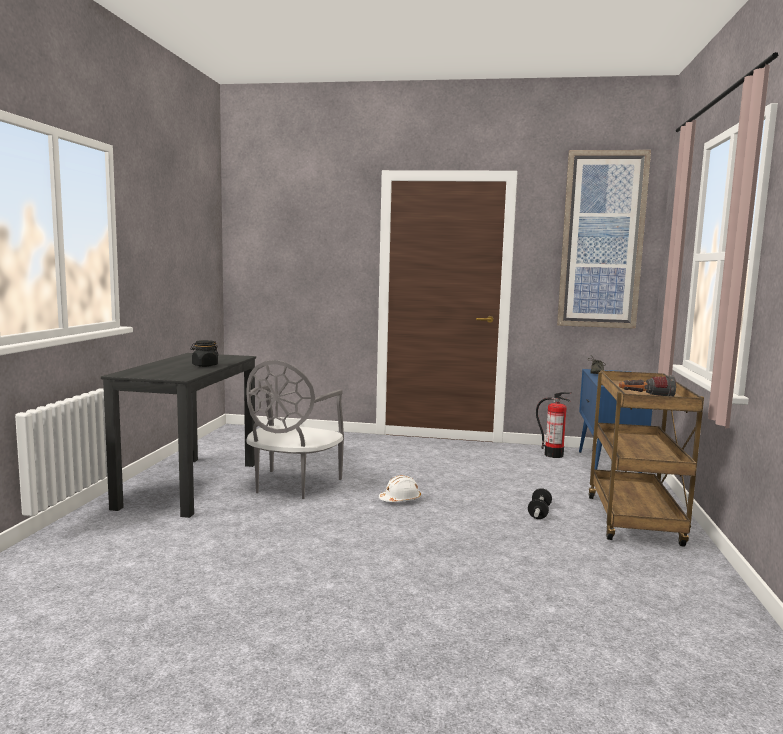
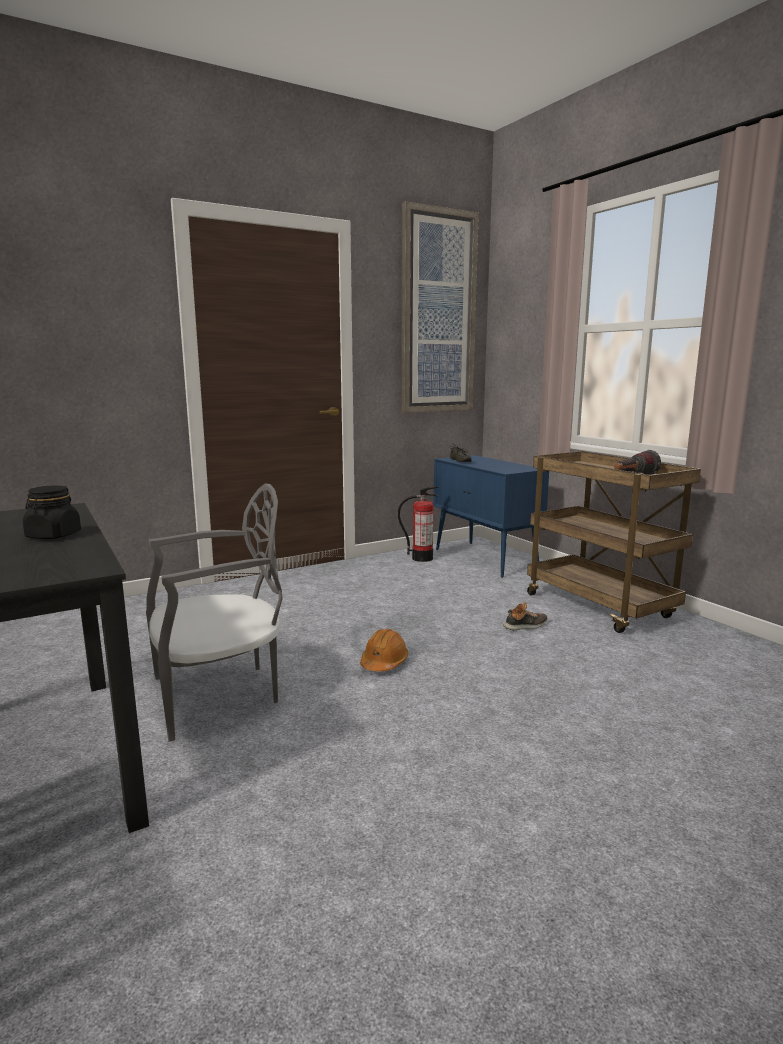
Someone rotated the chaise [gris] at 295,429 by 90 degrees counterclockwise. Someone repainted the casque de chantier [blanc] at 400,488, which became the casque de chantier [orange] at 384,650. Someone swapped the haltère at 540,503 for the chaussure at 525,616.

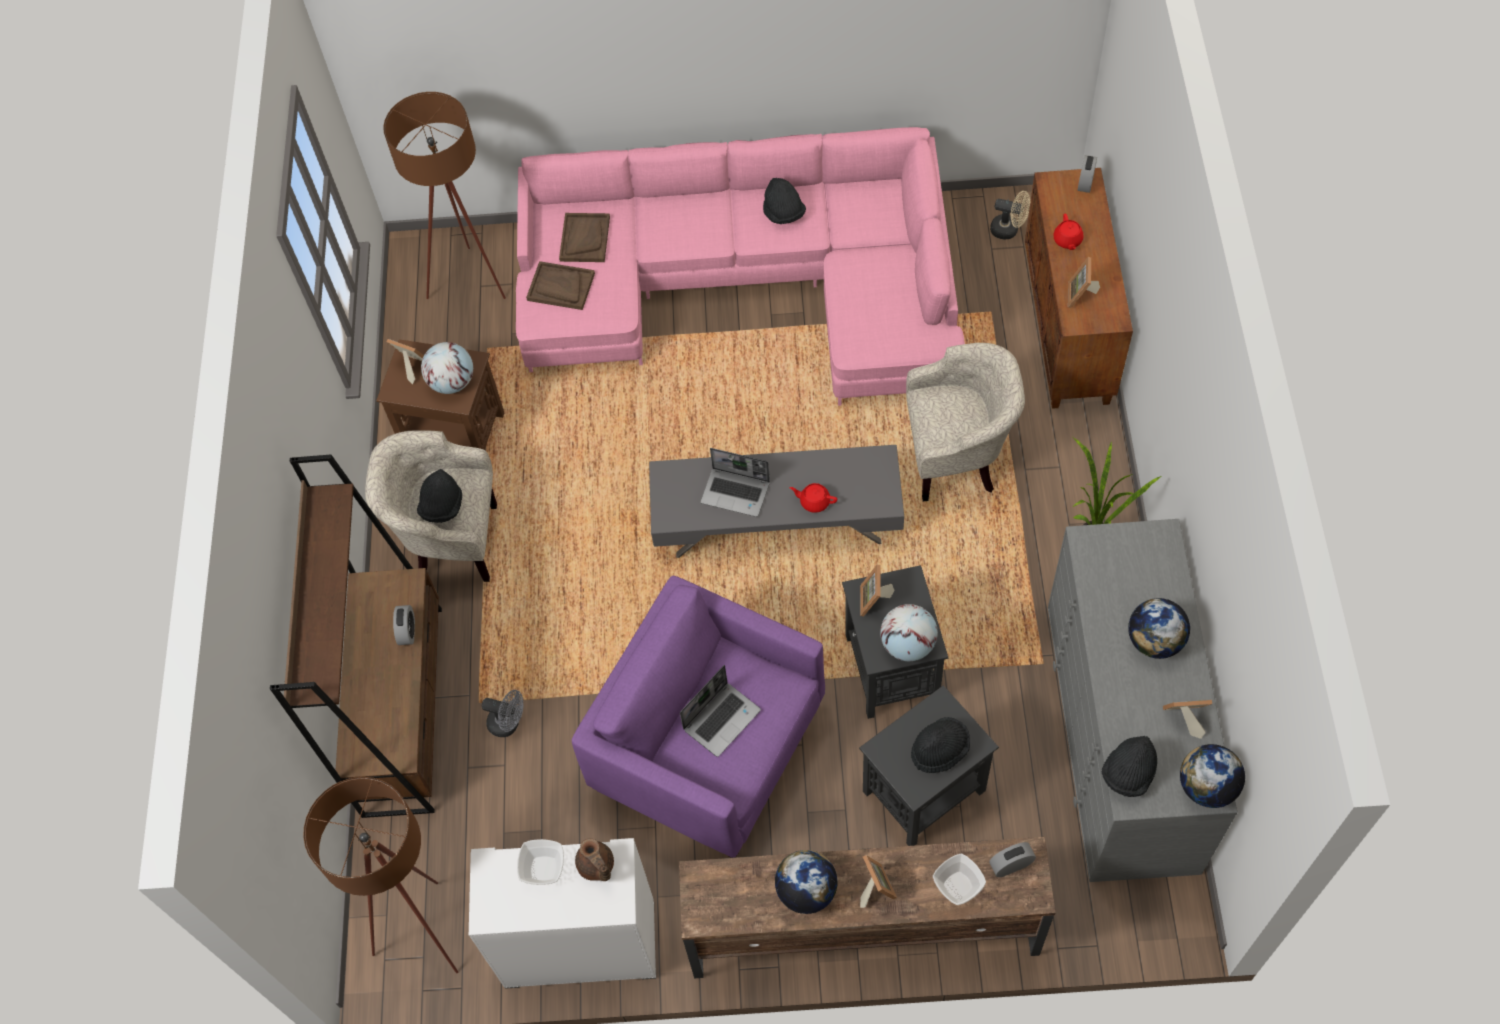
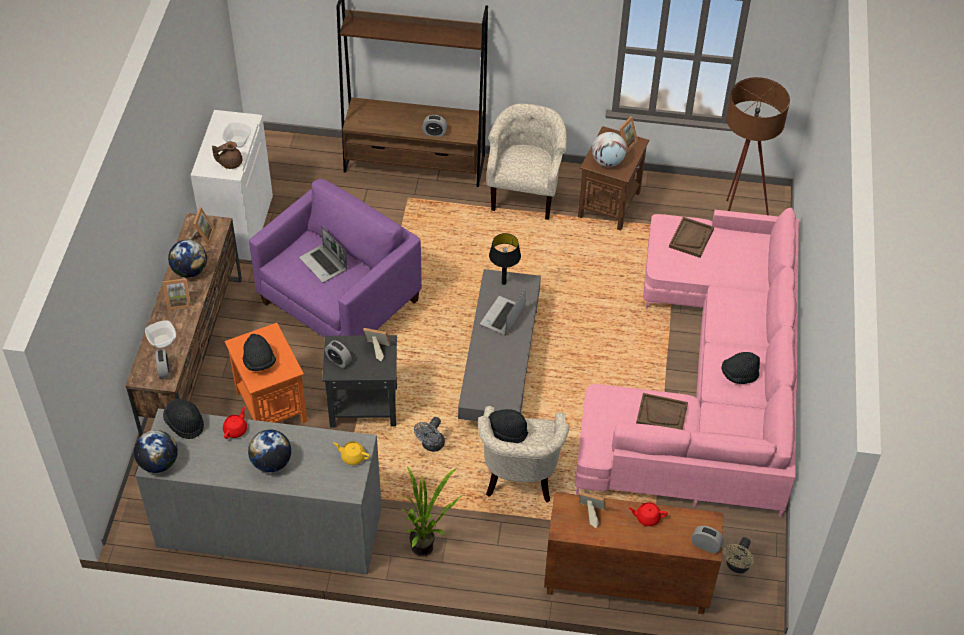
Someone carried the plateau [marron] from 584,237 to 662,411. Someone carried the chapeau [noir] from 439,496 to 508,426. Someone carried the théière [rouge] from 813,498 to 235,423. Someone swapped the globe at 909,632 for the réveil at 338,354. Someone repainted the table d'appoint [noir] at 929,765, which became the table d'appoint [orange] at 265,373. Someone carried the ventilateur [gris] from 503,713 to 429,434. Someone carried the cadre photo from 1187,719 to 202,226. Someone took away the lampadaire [marron] at 380,875. Someone put down the lampe de table [noir] at 505,259. Someone put down the théière [jaune] at 351,453.

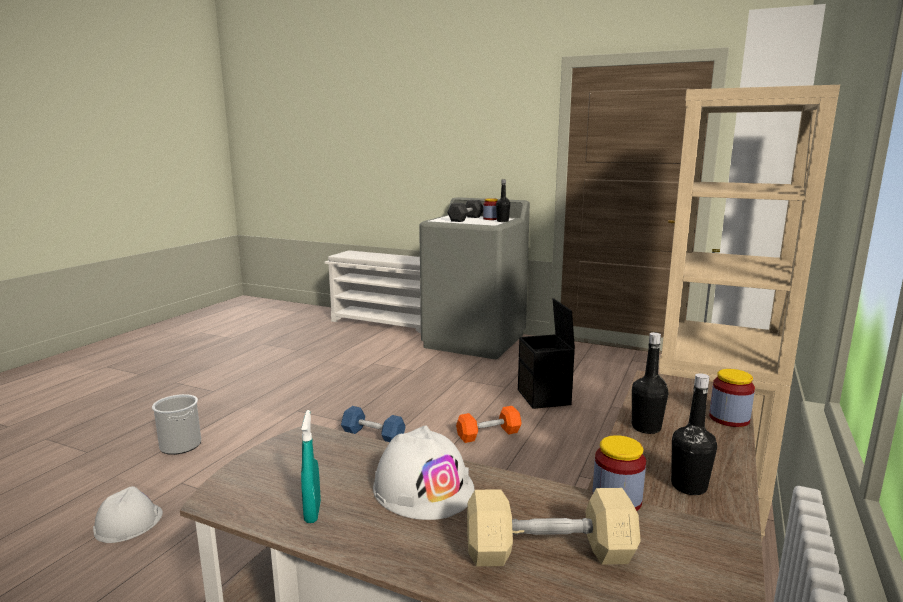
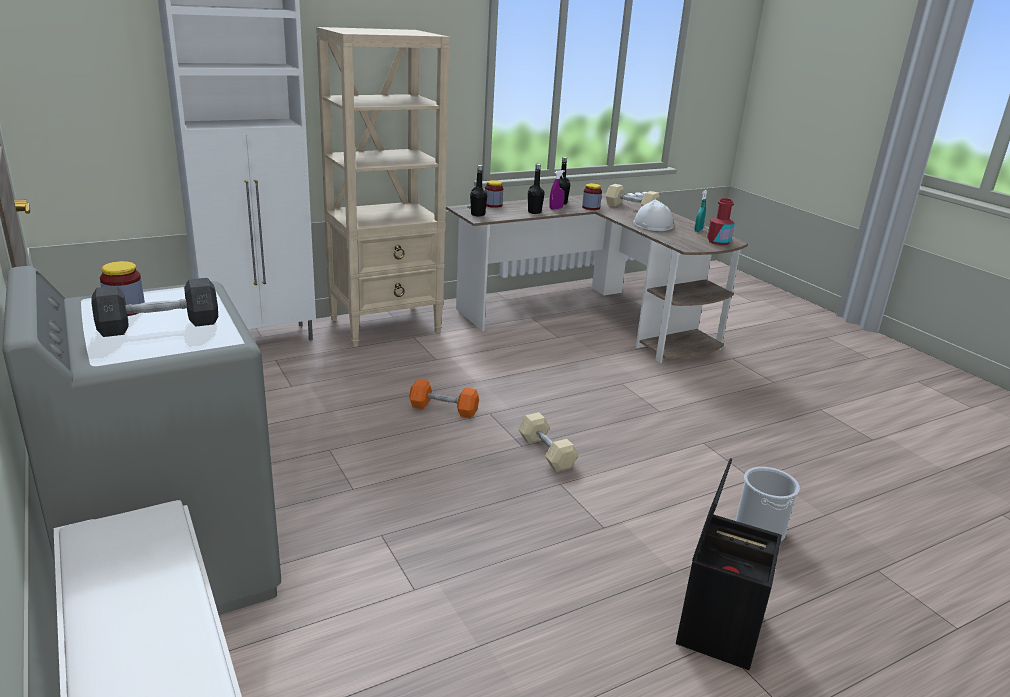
Someone carried the bouteille [noir] from 503,200 to 478,191. Someone carried the boîte de rangement [noir] from 546,353 to 729,564. Someone repainted the haltère [bleu] at 373,424, which became the haltère [beige] at 548,442. Someone took away the casque de chantier [blanc] at 128,514. Someone put down the vaporisateur [violet] at 557,190. Someone put down the bouteille [rouge] at 721,221.

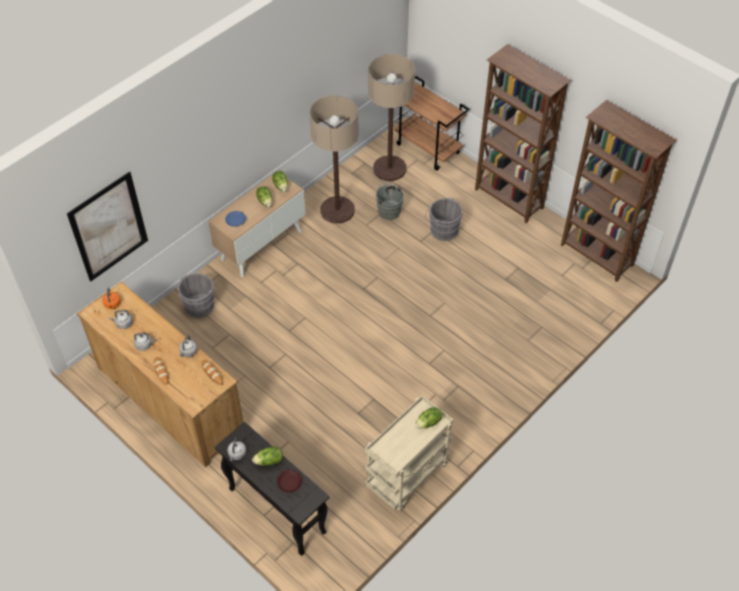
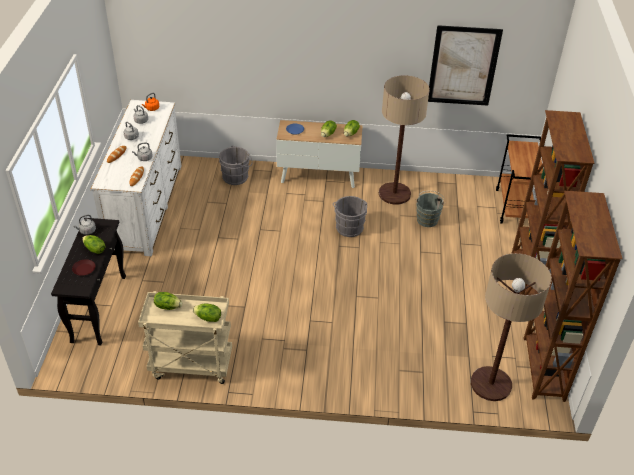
Someone carried the lampadaire from 391,117 to 511,327. Someone carried the tableau from 107,226 to 465,65. Someone carried the seau [gris] from 444,219 to 350,216. Someone repainted the commode [marron] at 160,374, which became the commode [blanc] at 136,178. Someone put down the laitue at 168,301.

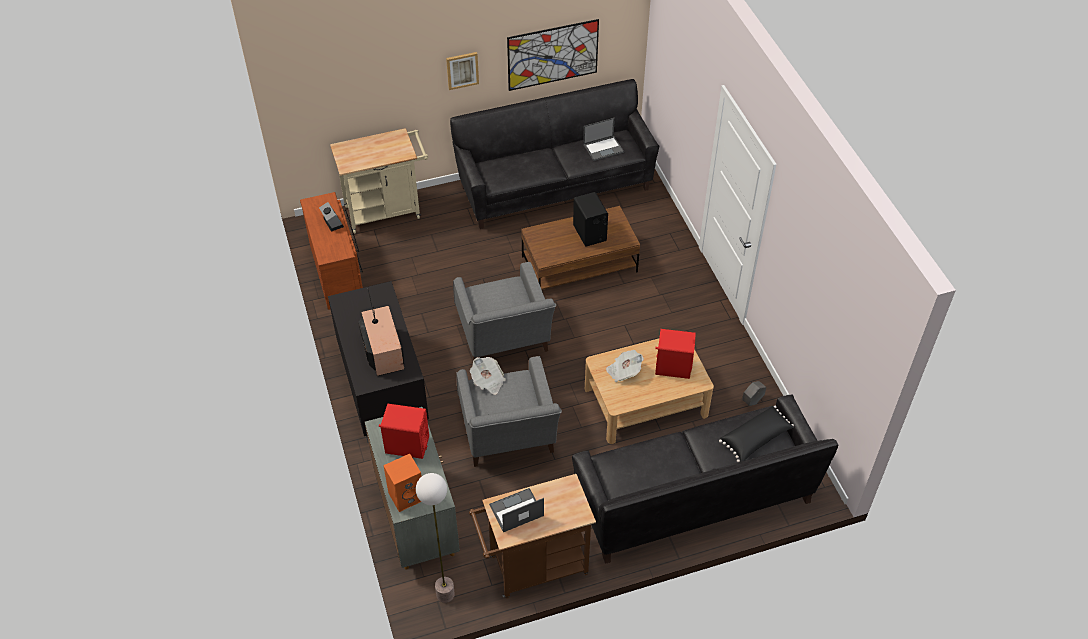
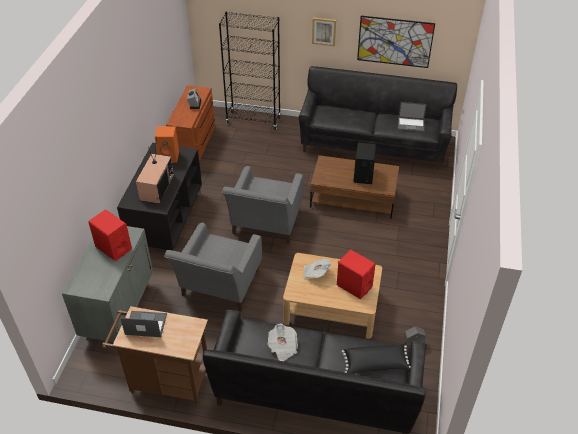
Someone swapped the chariot [beige] at 379,181 for the bibliothèque [noir] at 250,70. Someone carried the journal from 488,376 to 283,342. Someone carried the enceinte [orange] from 402,483 to 167,144. Someone took away the lampadaire at 435,538.

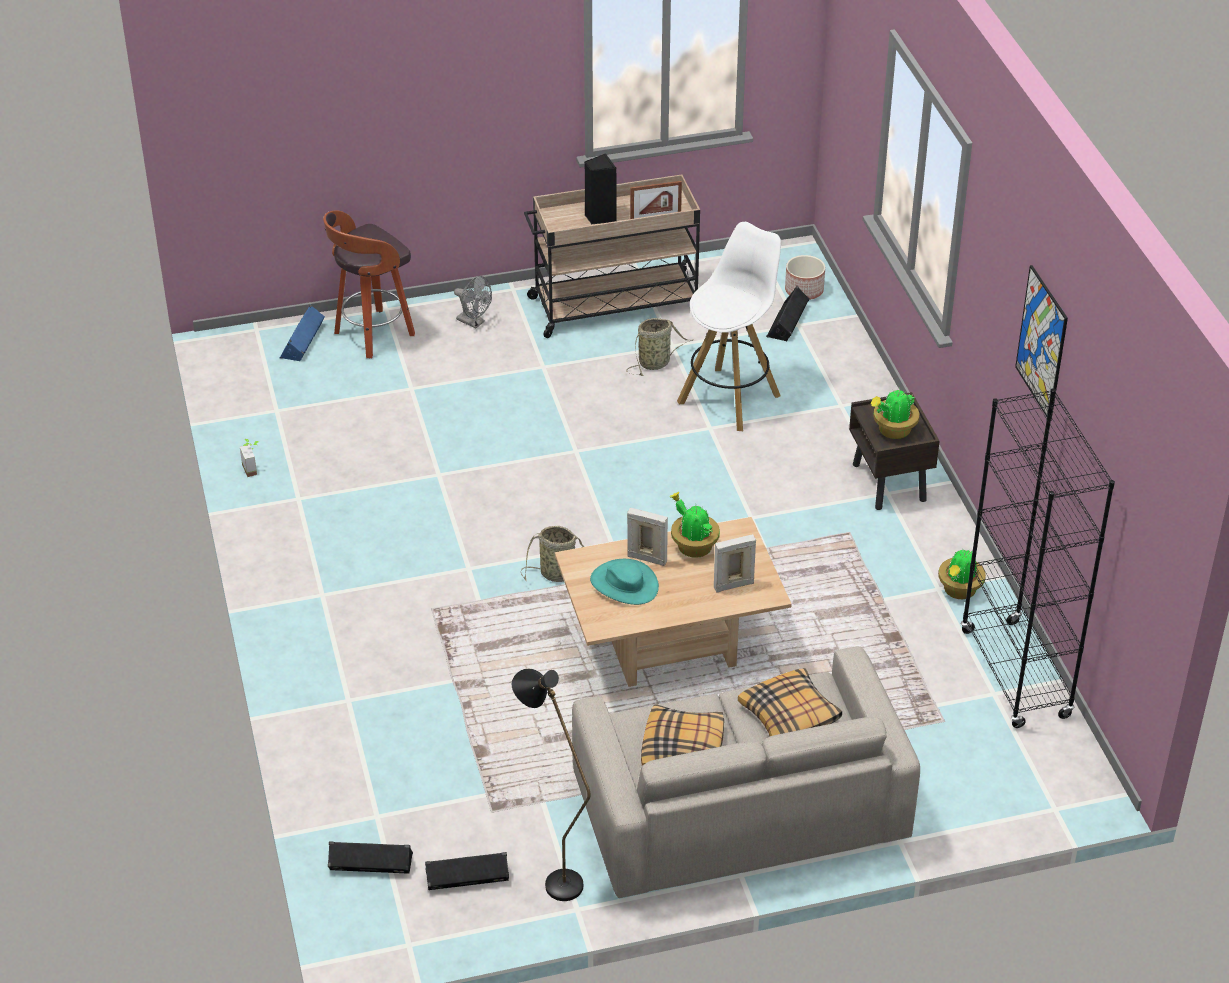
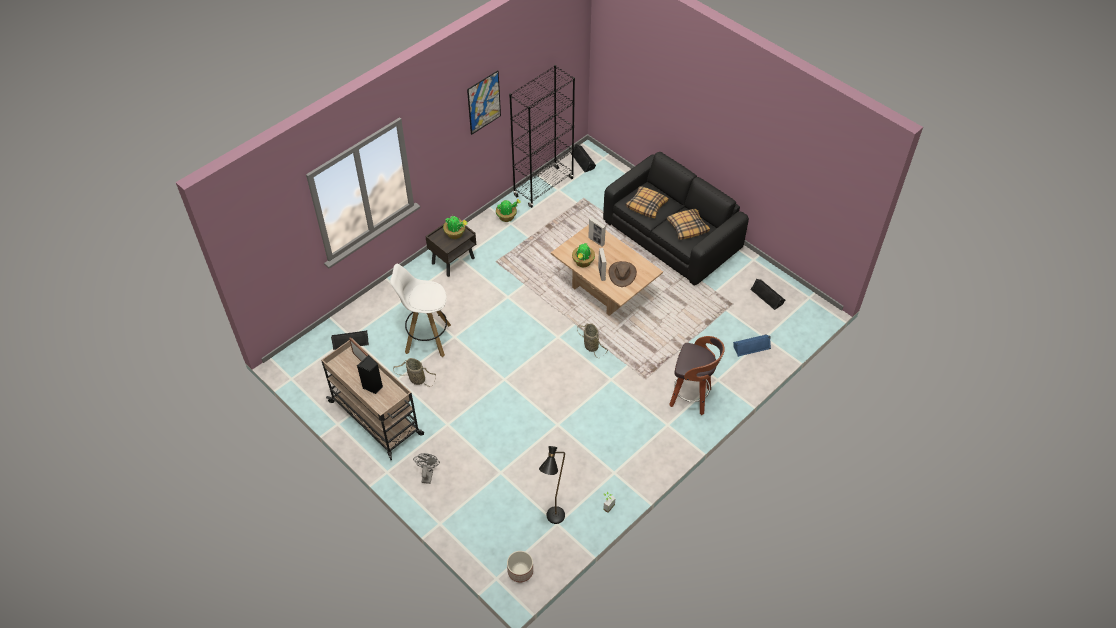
Someone carried the tabouret from 369,284 to 697,375. Someone carried the cache-pot from 805,277 to 520,567. Someone carried the enceinte [bleu] from 302,332 to 752,345. Someone repainted the chapeau [turquoise] at 624,582, which became the chapeau [marron] at 623,274. Someone repainted the canapé [beige] at 746,772, which became the canapé [noir] at 676,219. Someone carried the lampadaire [noir] from 551,785 to 552,485. Someone carried the enceinte [noir] from 370,857 to 583,158.

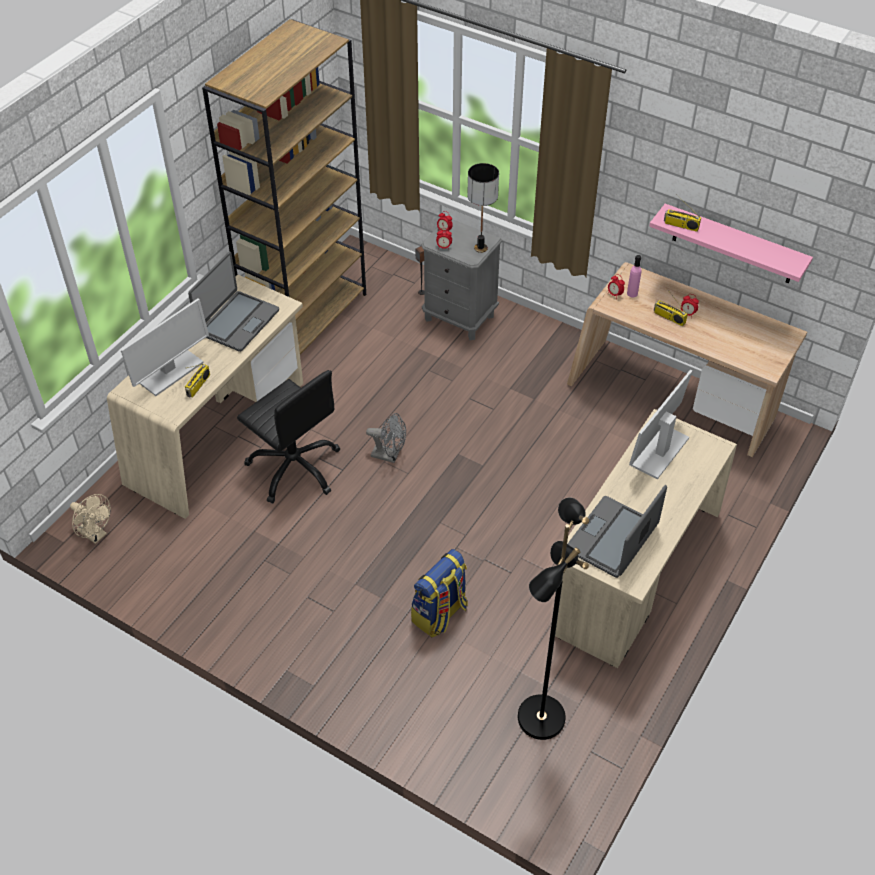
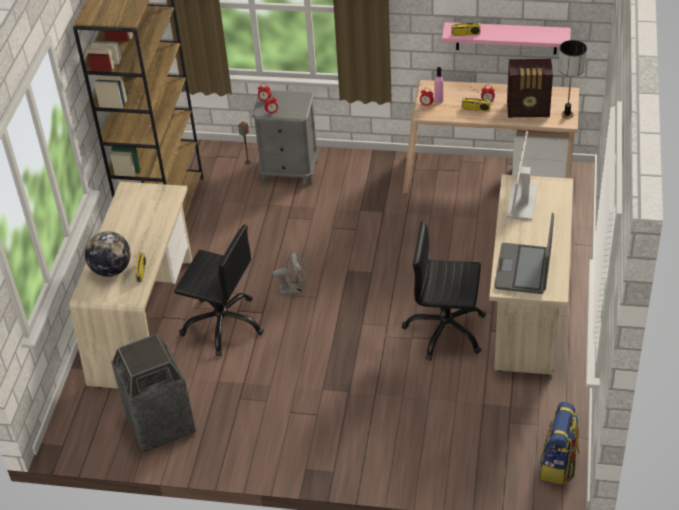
Someone carried the lampe de table from 483,208 to 572,79. Someone took away the ordinateur portable at 233,302. Someone swapped the écran d'ordinateur at 165,347 for the globe at 108,254. Someone took away the ventilateur [beige] at 90,519. Someone took away the lampadaire [noir] at 553,618. Someone carried the sac à dos from 439,593 to 559,443. Someone put down the radio at 530,88. Someone put down the chaise de bureau [noir] at 444,291. Someone put down the poubelle at 153,393.

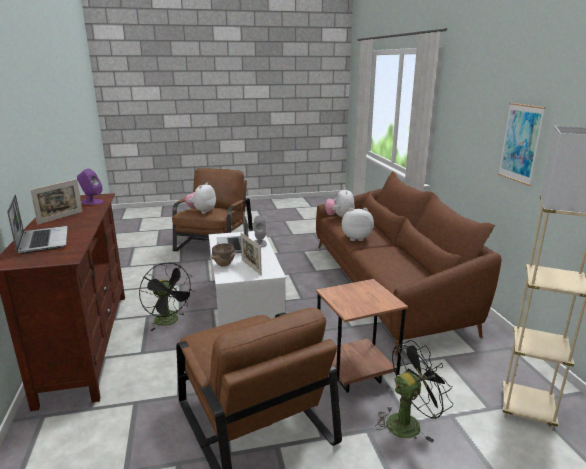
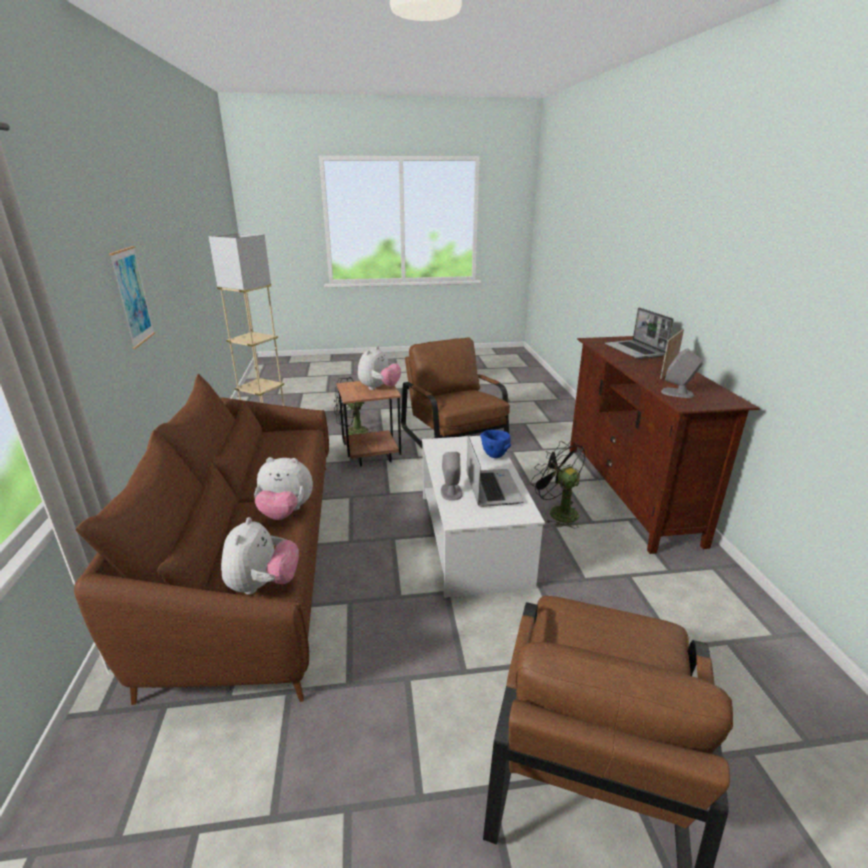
Someone repainted the enceinte [violet] at 90,187, which became the enceinte [gris] at 682,373. Someone carried the peluche from 200,198 to 379,368. Someone took away the cadre photo at 251,254. Someone repainted the bol [marron] at 223,255, which became the bol [bleu] at 495,444.

